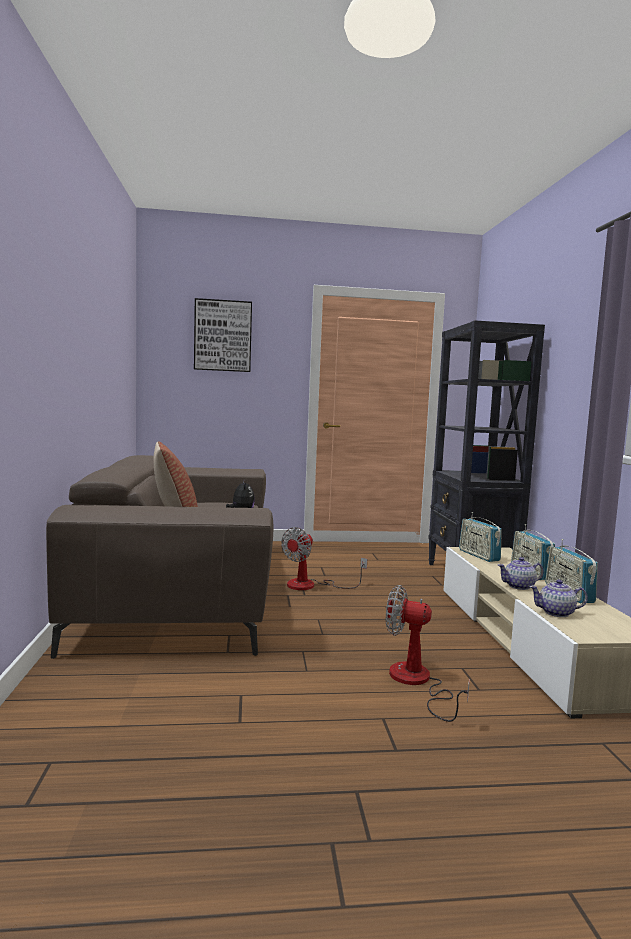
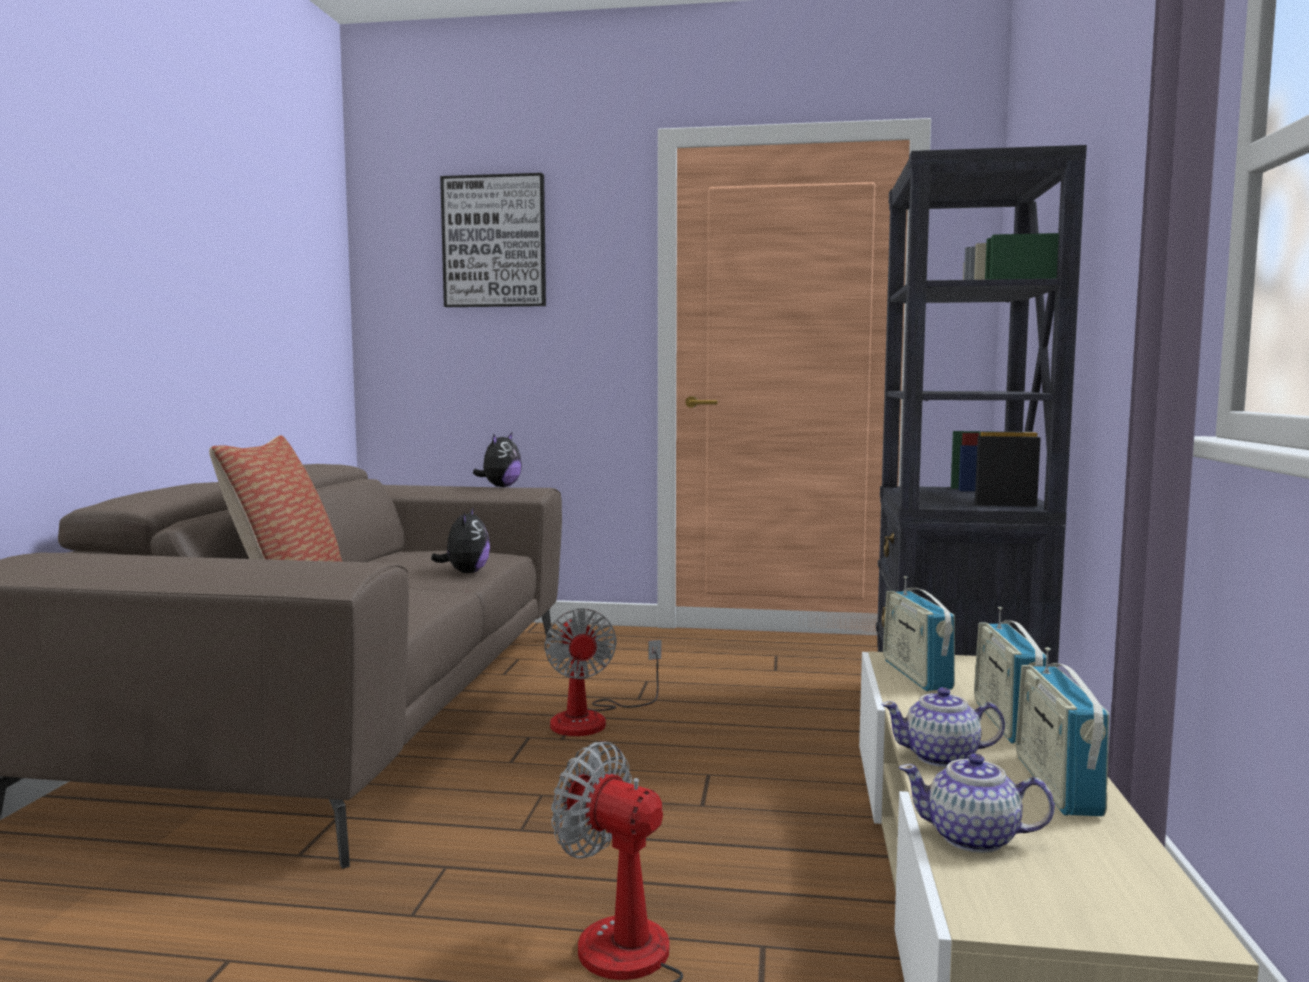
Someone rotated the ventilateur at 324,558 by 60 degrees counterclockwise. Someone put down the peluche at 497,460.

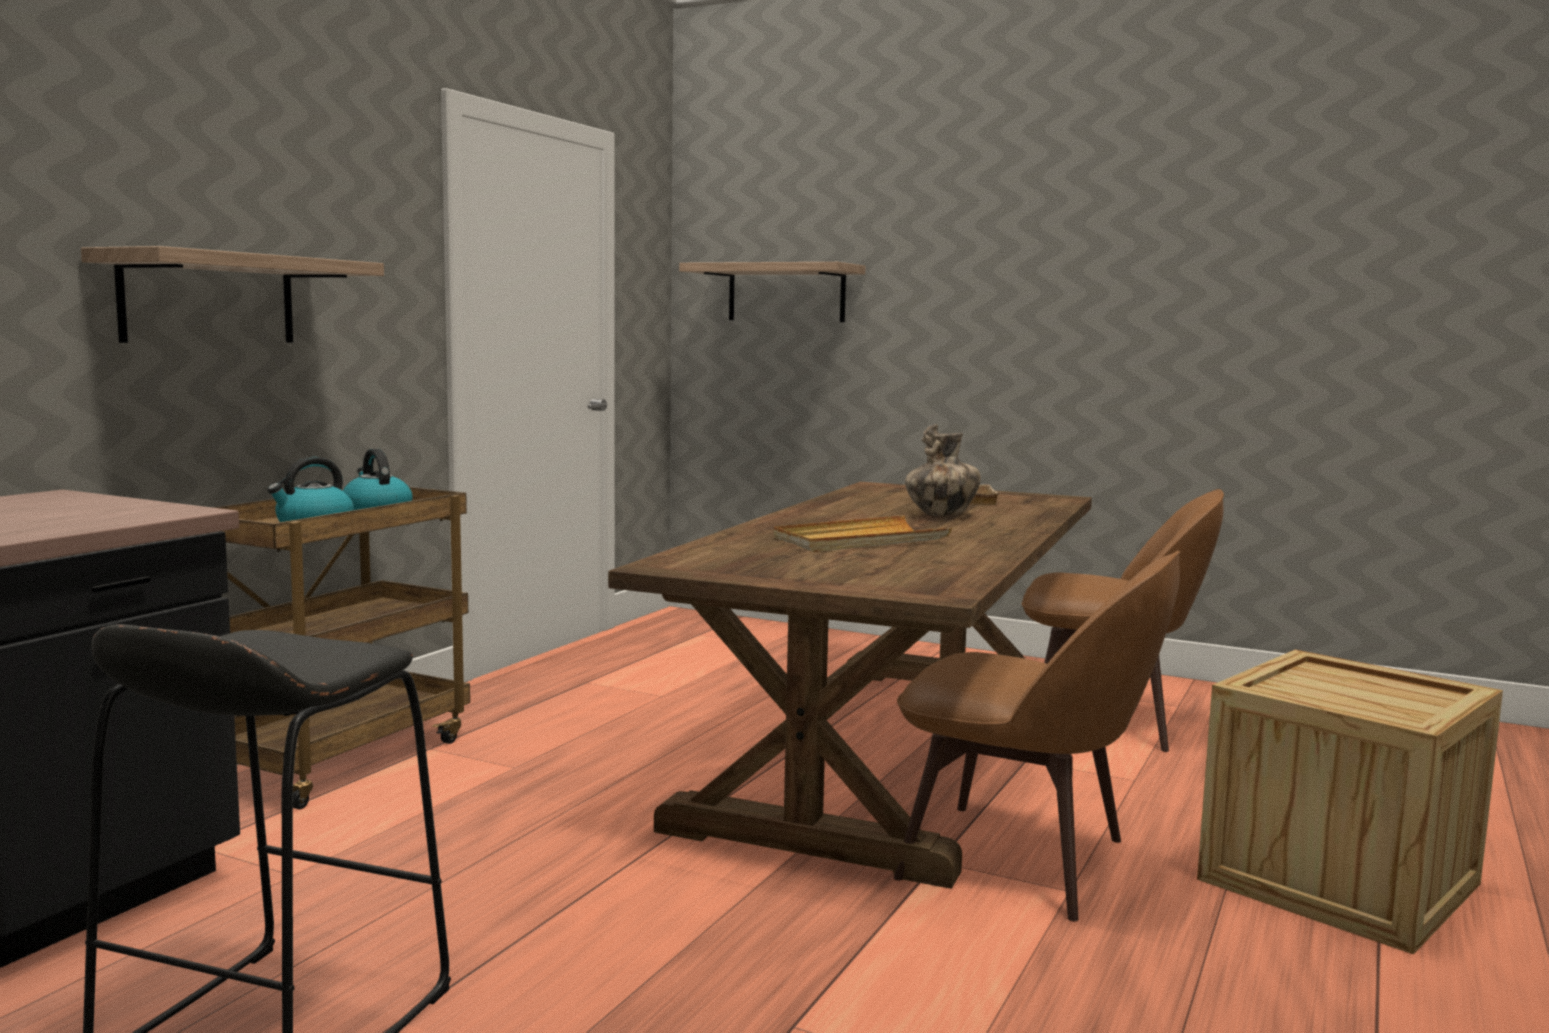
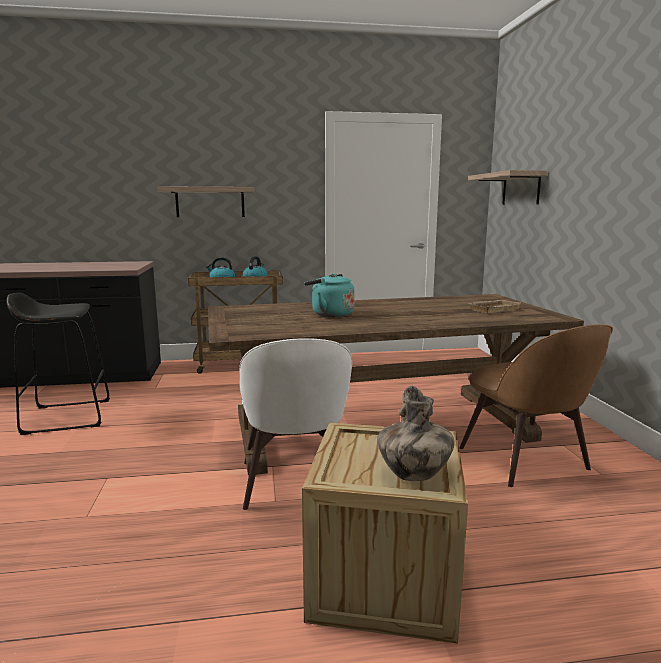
Someone carried the vase from 943,470 to 416,433. Someone swapped the plateau [beige] at 863,533 for the bouilloire [turquoise] at 329,295. Someone repainted the chaise [marron] at 1037,736, which became the chaise [blanc] at 295,424.

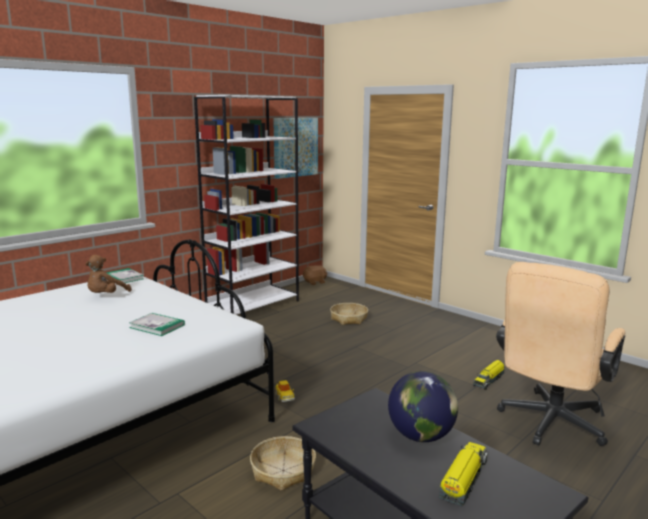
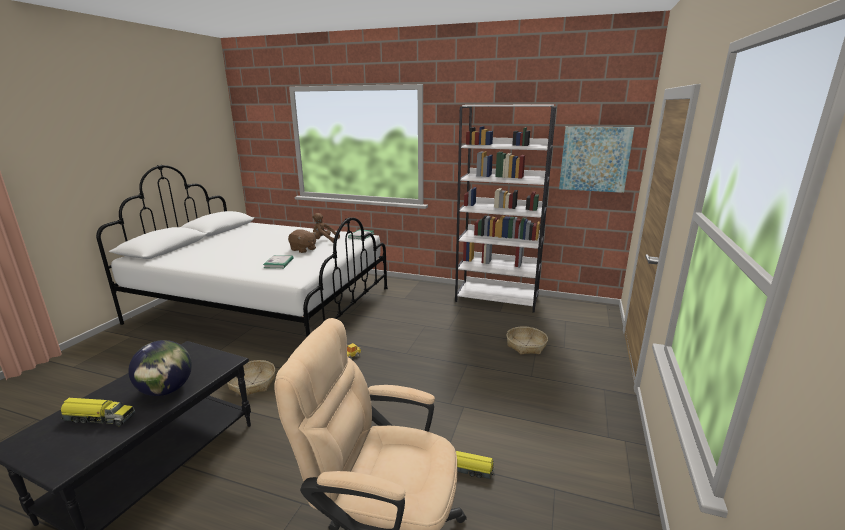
Someone carried the peluche [marron] from 315,275 to 302,241.

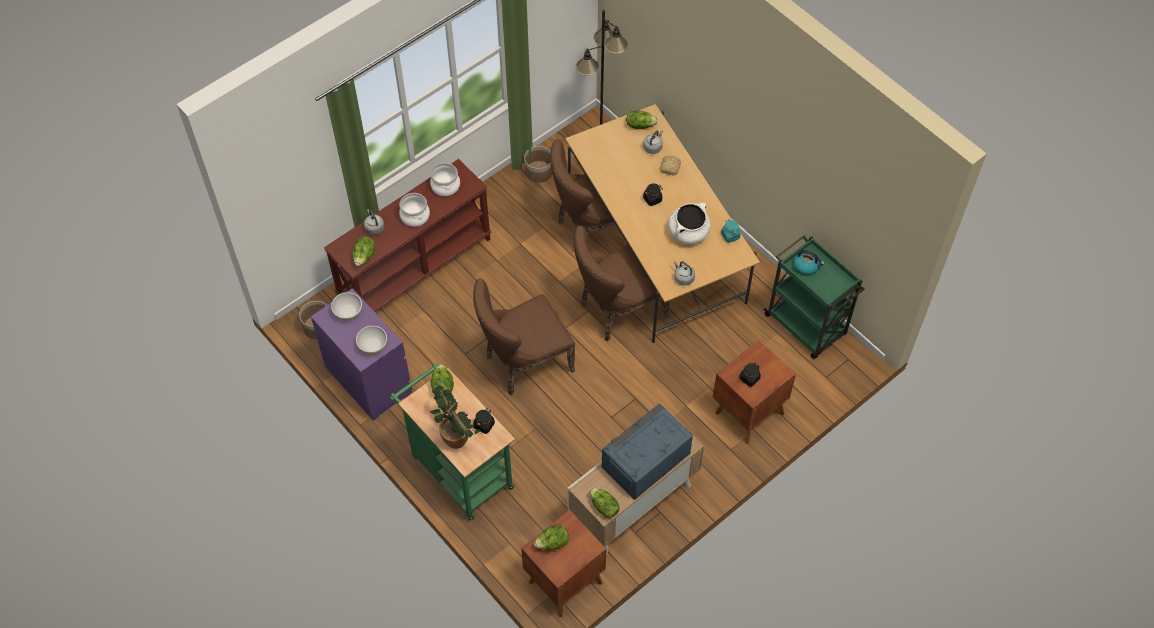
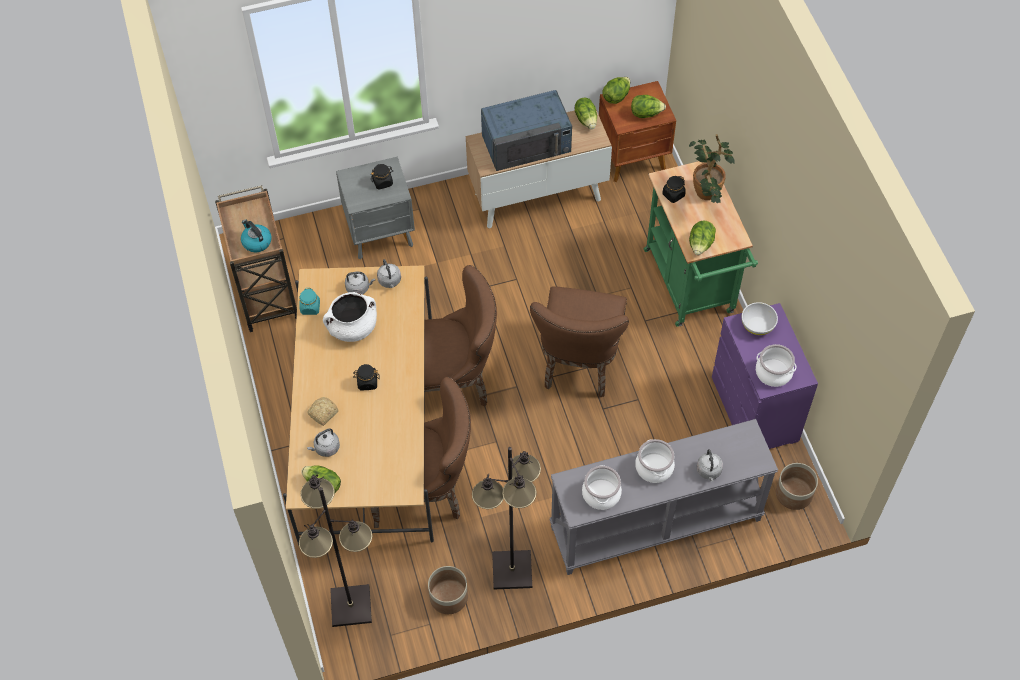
Someone repainted the table console [marron] at 407,236, which became the table console [gris] at 664,497. Someone repainted the chariot [vert] at 814,297, which became the chariot [marron] at 256,258. Someone carried the laitue from 364,251 to 616,90. Someone rotated the chaise [marron] at 524,336 by 105 degrees clockwise. Someone swapped the bol [blanc] at 346,306 for the marmite at 776,365. Someone repainted the table de chevet [marron] at 754,392, which became the table de chevet [gris] at 375,208. Someone put down the bouilloire [gris] at 360,283. Someone put down the lampadaire [noir] at 506,518.

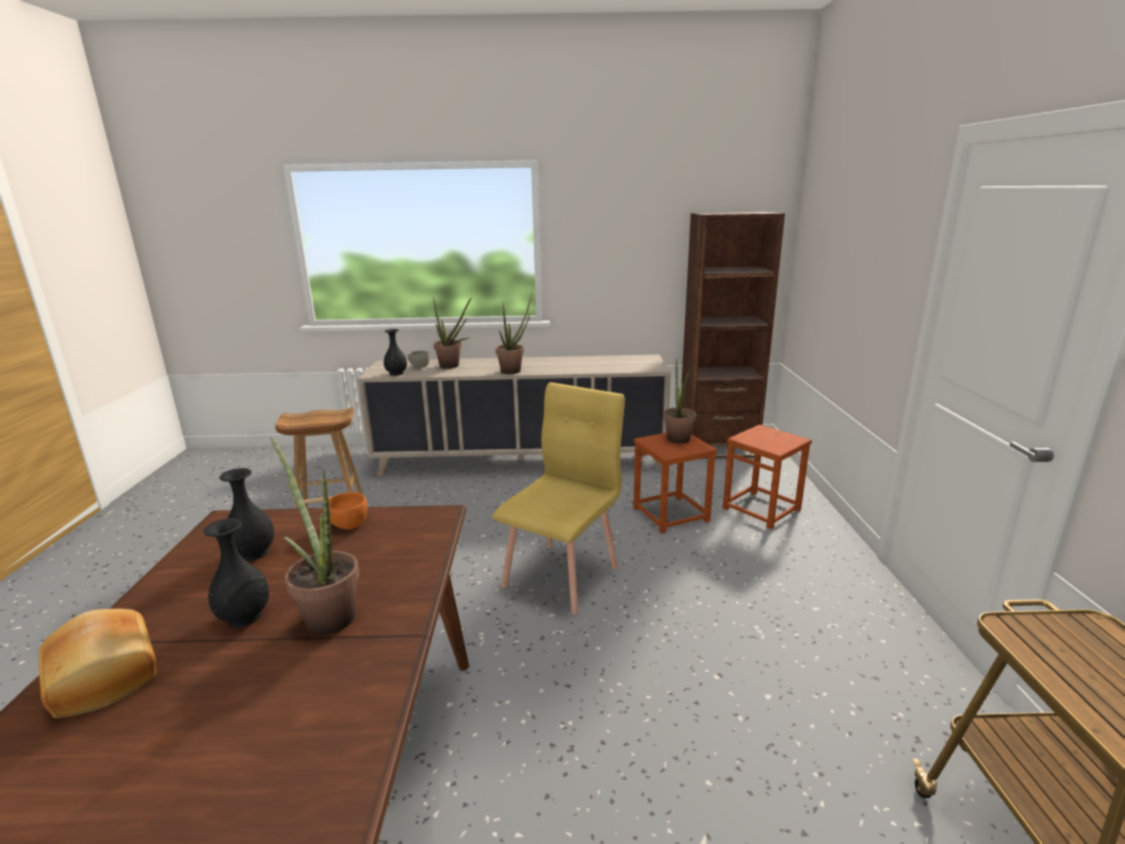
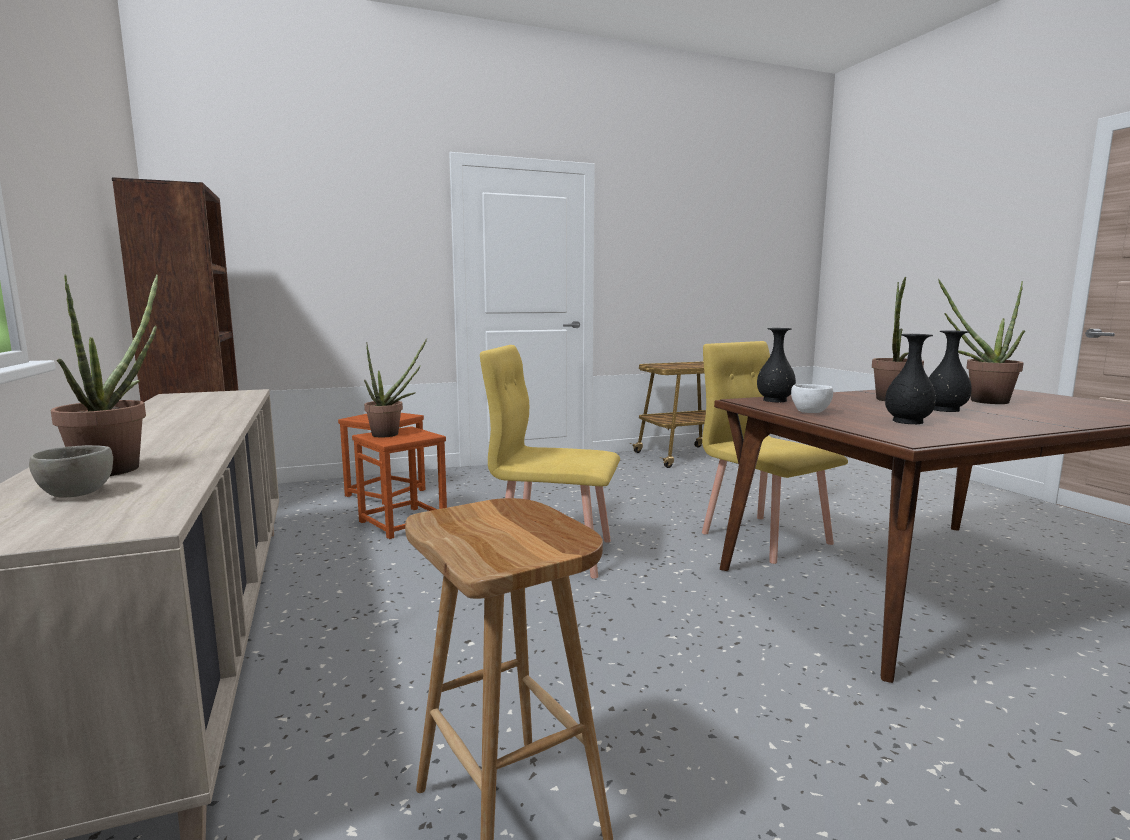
Someone carried the plante en pot from 514,333 to 981,341. Someone carried the vase [noir] from 395,352 to 776,365. Someone repainted the bol [orange] at 348,511, which became the bol [blanc] at 812,398. Someone took away the pain at 98,663. Someone put down the chaise [jaune] at 775,452.

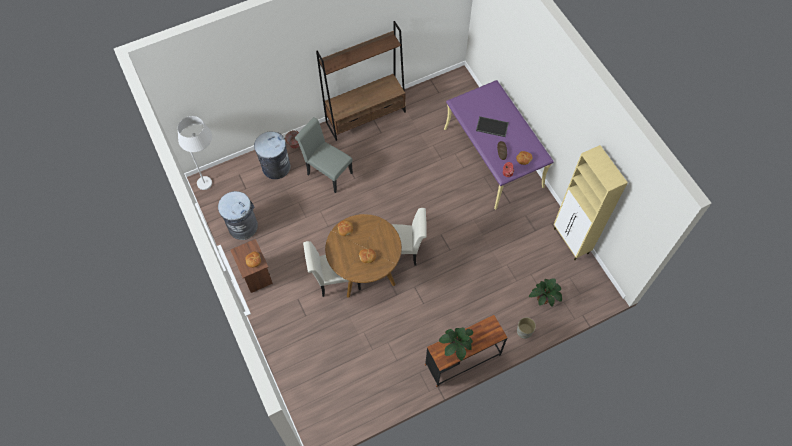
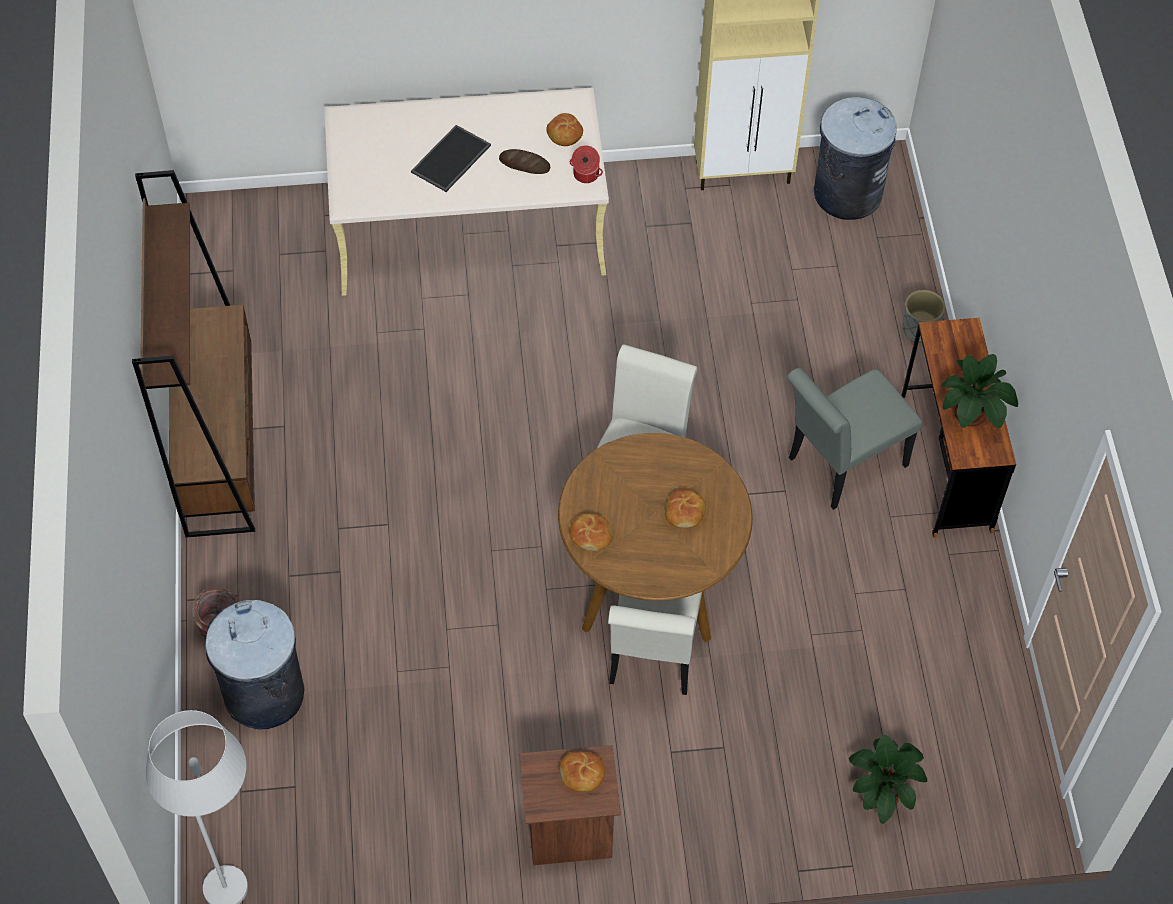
Someone repainted the bureau [violet] at 499,145, which became the bureau [beige] at 466,191. Someone carried the chaise [gris] from 324,155 to 855,439. Someone carried the poubelle [gris] from 238,215 to 855,158. Someone carried the plante en pot from 545,292 to 888,779.

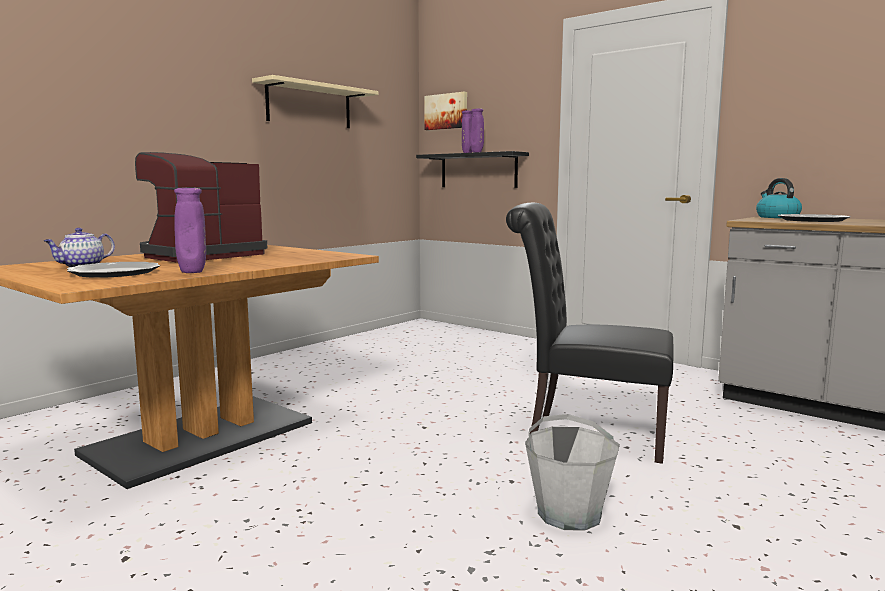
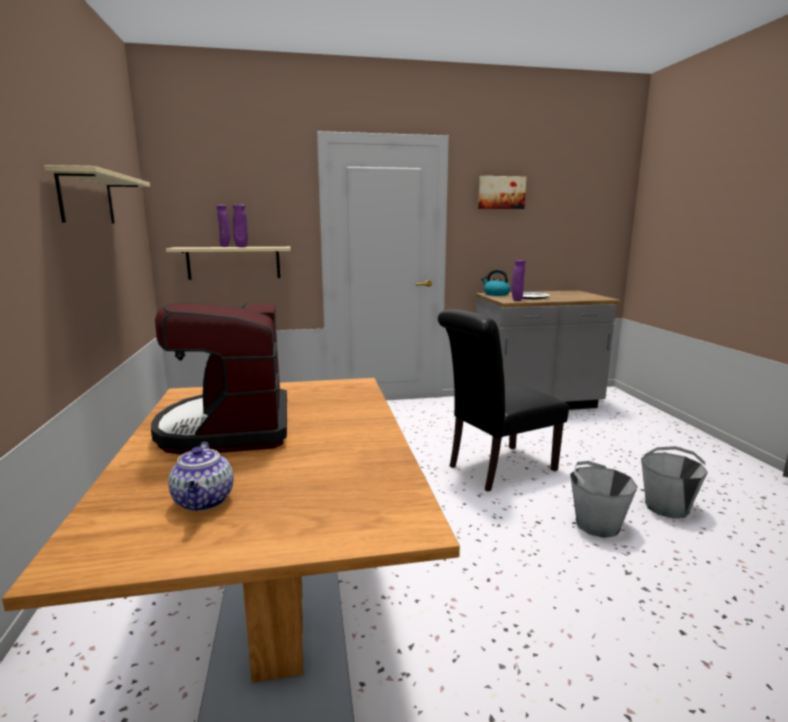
Someone carried the tableau from 445,111 to 502,192. Someone repainted the étagère [noir] at 472,169, which became the étagère [beige] at 228,263. Someone carried the vase [violet] from 190,230 to 518,280. Someone took away the assiette at 113,270. Someone put down the seau [gris] at 674,482.

